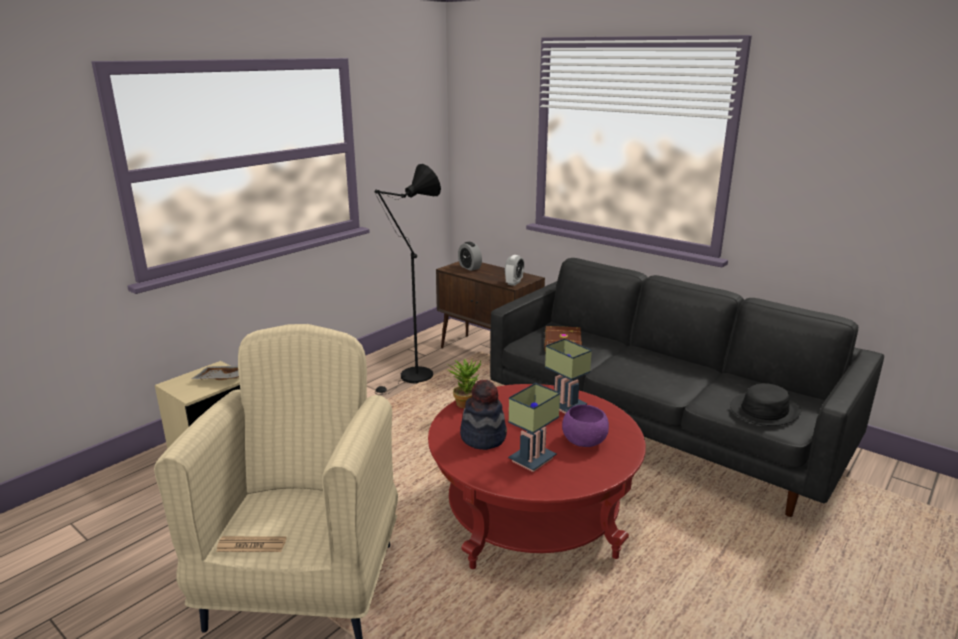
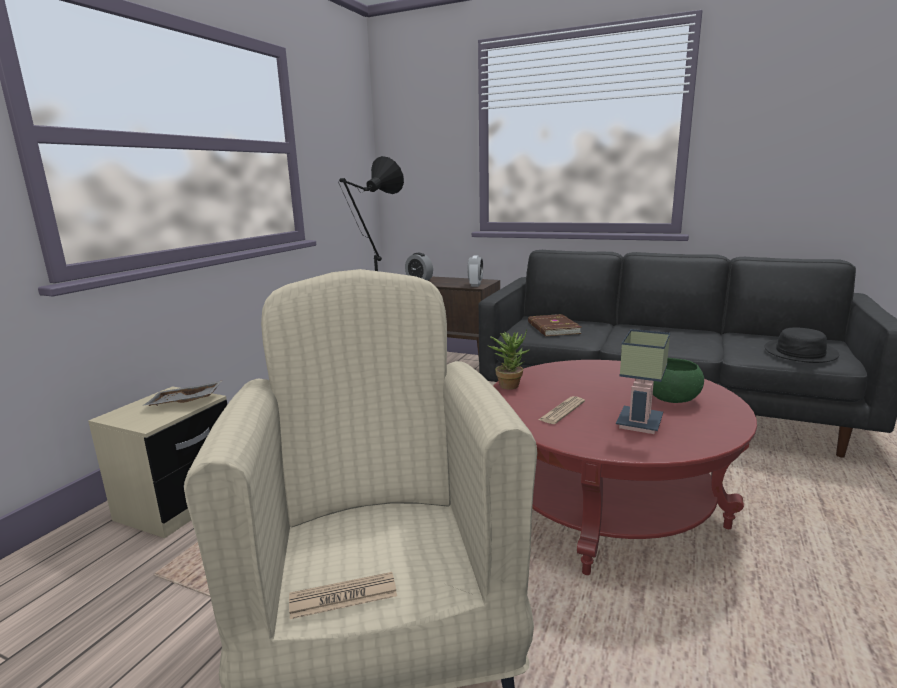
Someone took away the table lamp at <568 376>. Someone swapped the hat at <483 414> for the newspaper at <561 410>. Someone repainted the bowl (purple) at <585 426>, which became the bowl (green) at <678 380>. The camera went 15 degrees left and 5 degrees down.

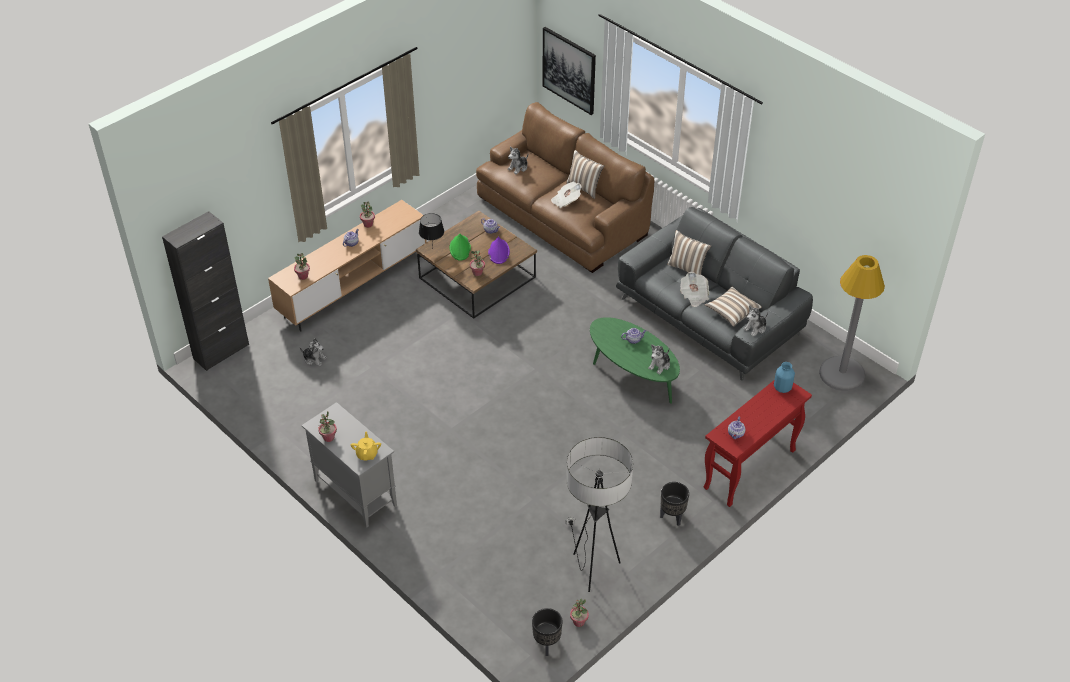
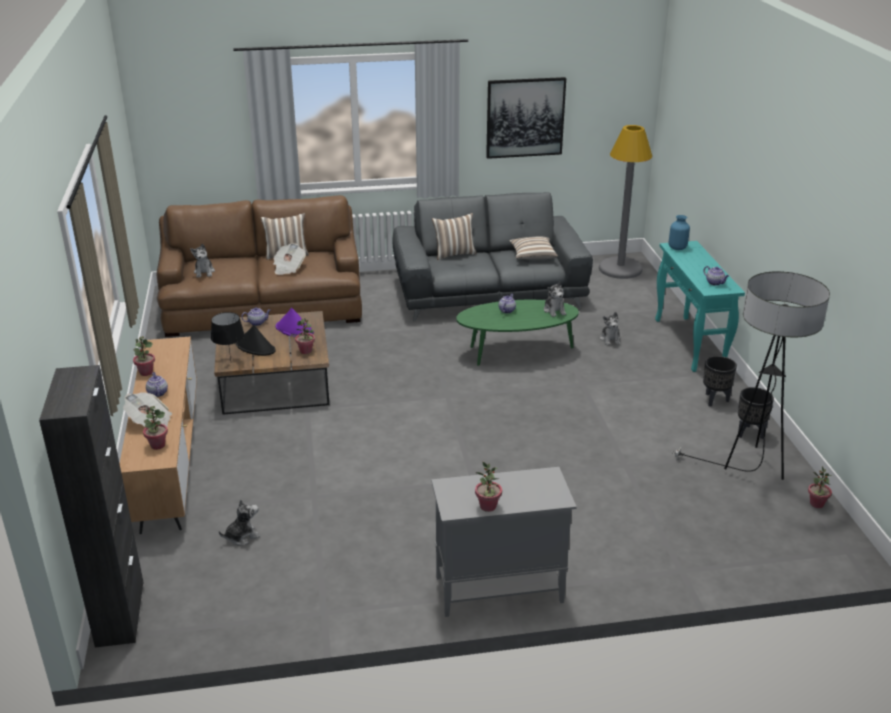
Someone took away the teapot (yellow) at <366 446>. Someone carried the planter (black) from <547 632> to <756 413>. Someone carried the picture from <569 71> to <526 118>. Someone carried the newspaper from <694 289> to <147 409>. Someone carried the plush toy from <756 321> to <610 328>. Someone repainted the hat (green) at <460 247>, which became the hat (black) at <256 340>. Someone repainted the console table (red) at <757 443>, which became the console table (turquoise) at <700 306>. The camera went 55 degrees left and 15 degrees down.

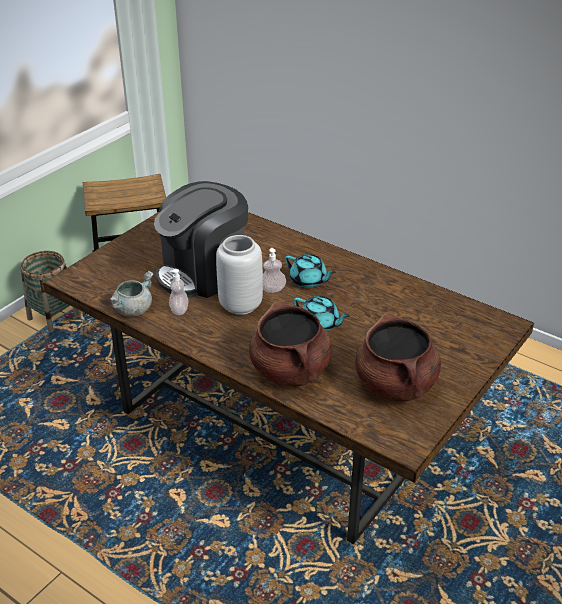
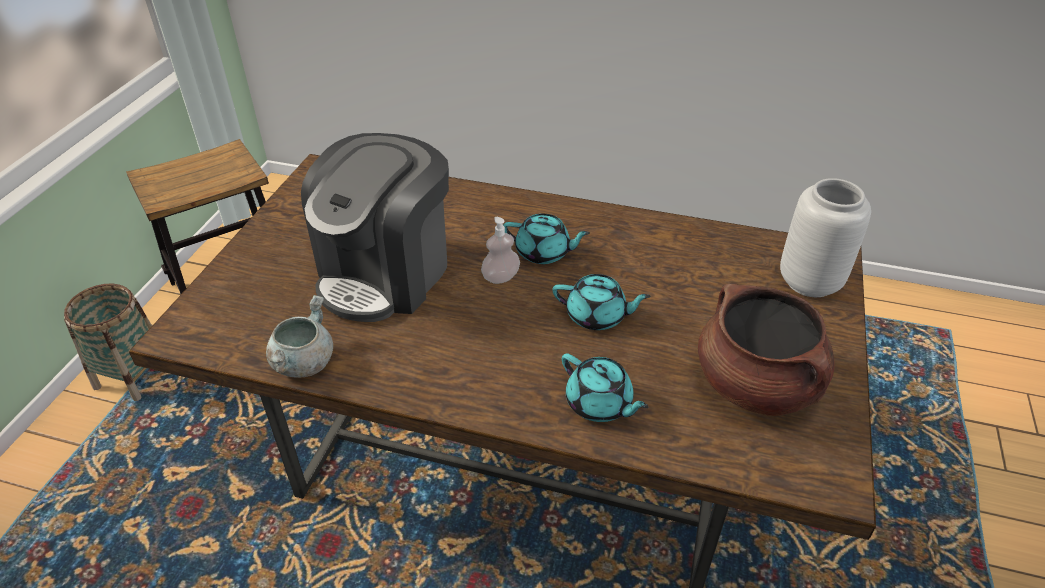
Someone took away the soap dispenser at <179 292>. Someone carried the vase (grey) from <239 275> to <825 237>. Someone swapped the cooking pot (brown) at <290 344> for the teapot (turquoise) at <605 387>. The camera went 20 degrees left and 5 degrees up.

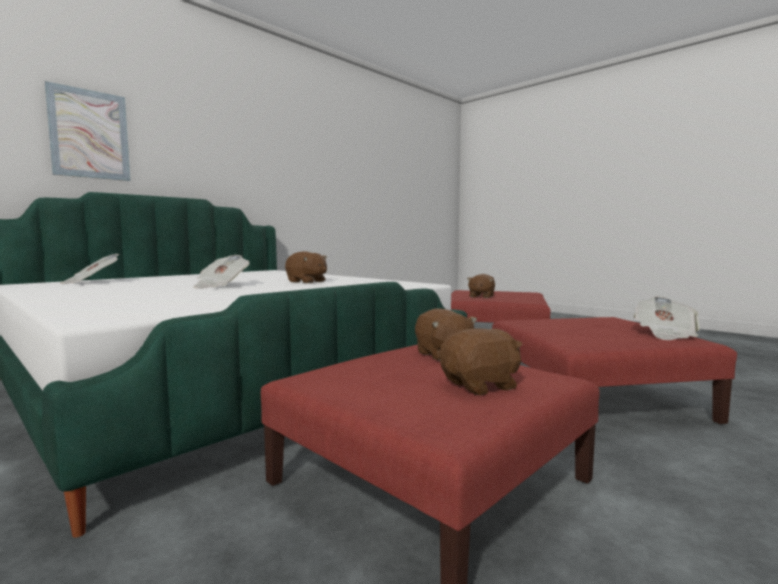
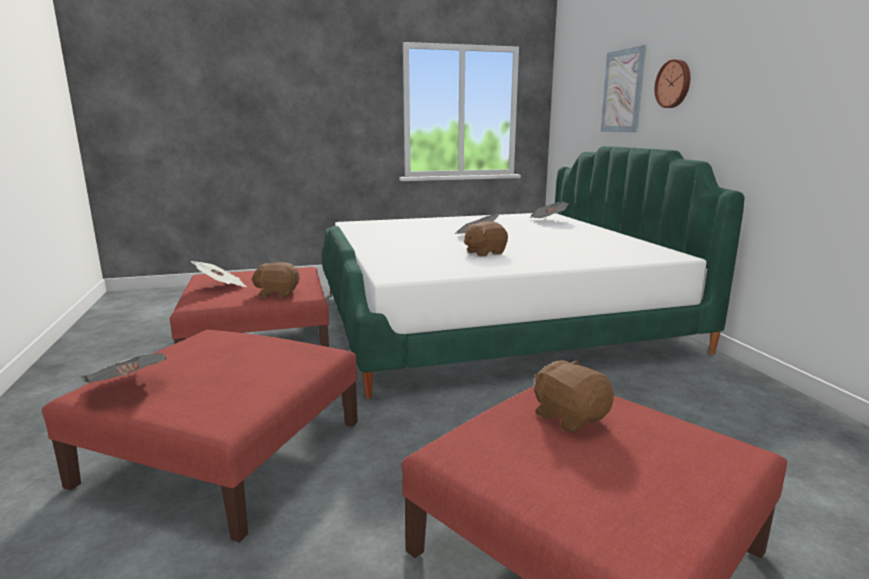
Someone put up the wall clock at <672 83>. Someone swapped the plush toy (brown) at <481 362> for the newspaper at <219 274>. The camera went 120 degrees right and 10 degrees up.

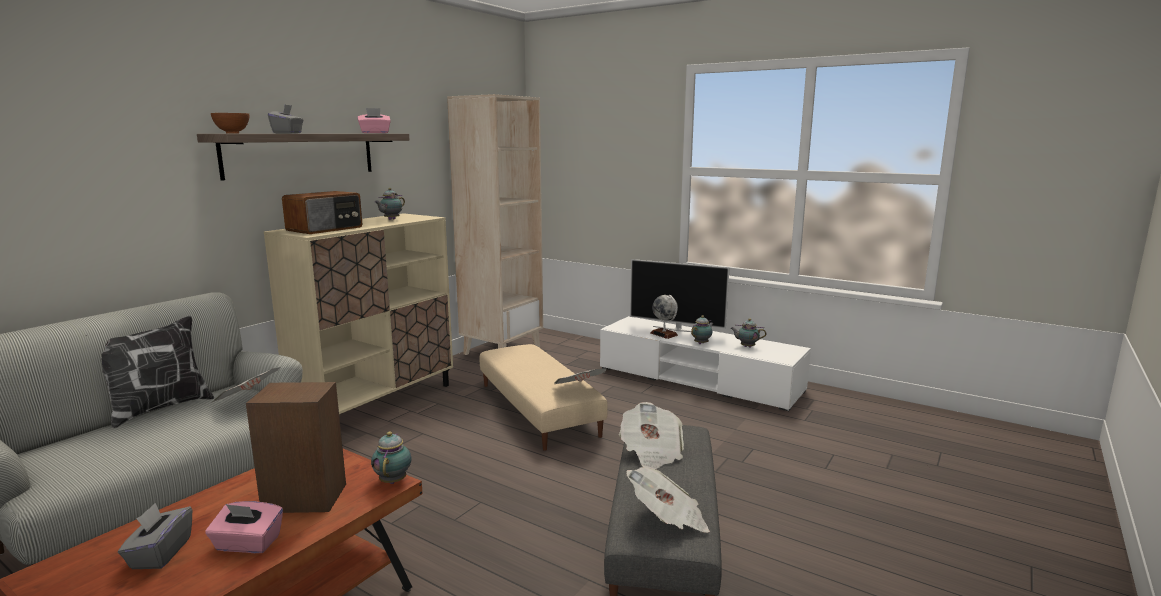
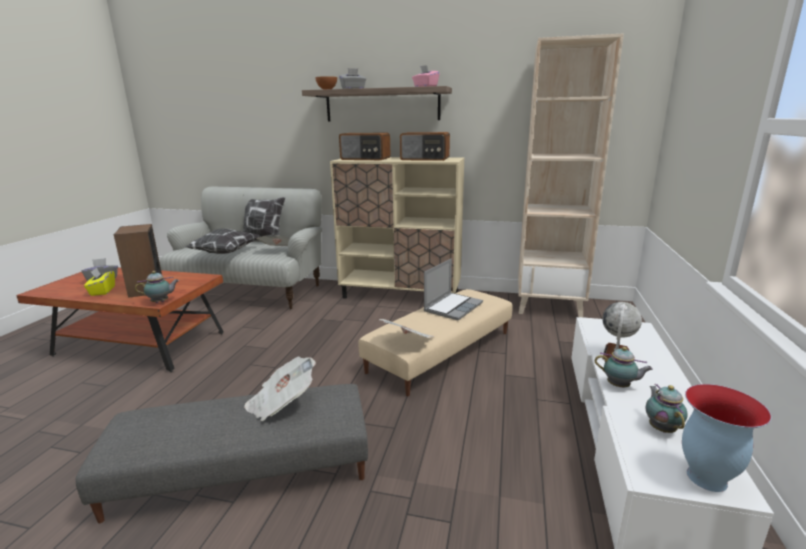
Someone took away the newspaper at <668 500>. Someone took away the television at <680 295>. Someone put down the pillow at <223 241>. Someone put down the laptop at <453 289>. Someone put down the vase at <726 438>. Someone swapped the teapot at <390 204> for the radio at <425 146>. Someone repainted the tissue box (pink) at <244 527>, which became the tissue box (yellow) at <99 282>. The camera went 70 degrees right and 5 degrees up.

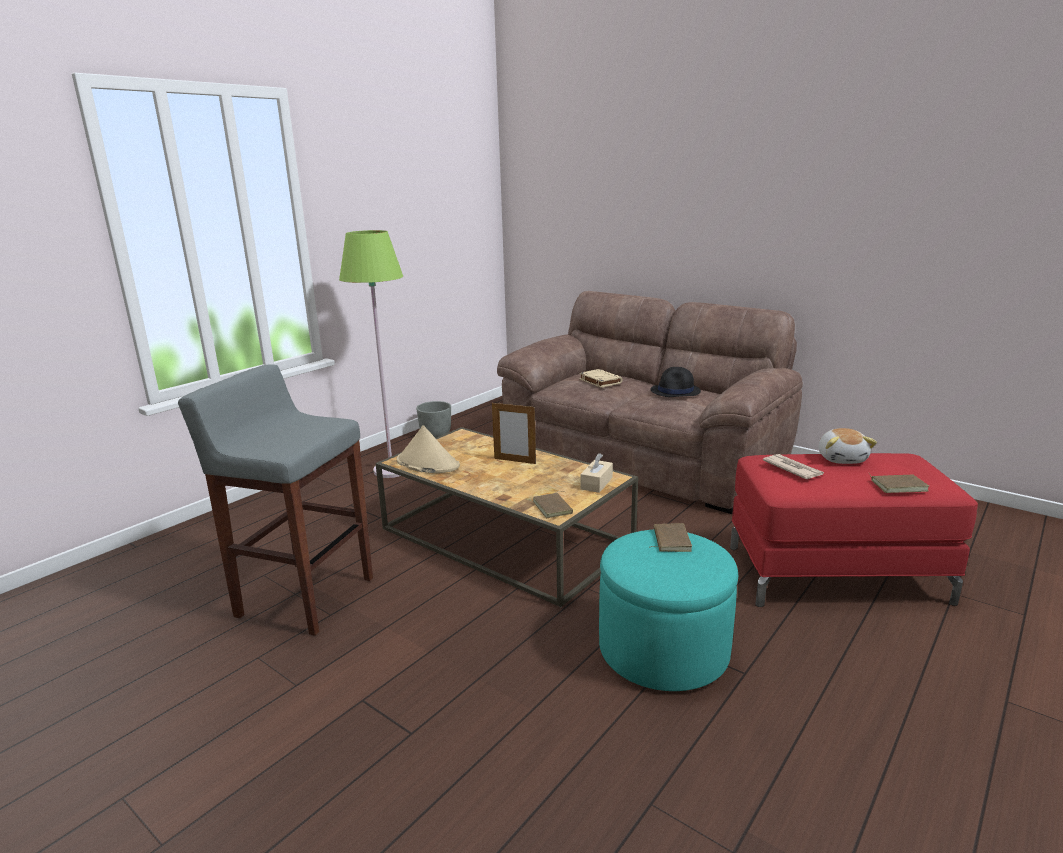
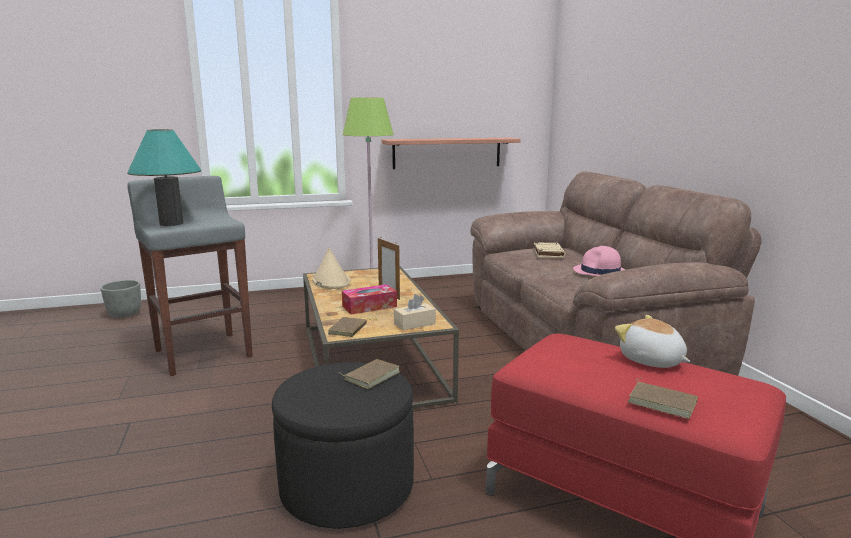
Someone took away the newspaper at <793 466>. Someone put down the table lamp (turquoise) at <164 177>. Someone put down the tissue box at <369 299>. Someone put up the shelf at <451 153>. Someone carried the planter (grey) from <433 419> to <120 299>. Someone repainted the ottoman (turquoise) at <668 610>, which became the ottoman (black) at <343 445>. Someone repainted the hat (black) at <676 382>, which became the hat (pink) at <599 261>. Someone rotated the plush toy at <848 446> by 105 degrees clockwise. The camera went 35 degrees right and 5 degrees down.

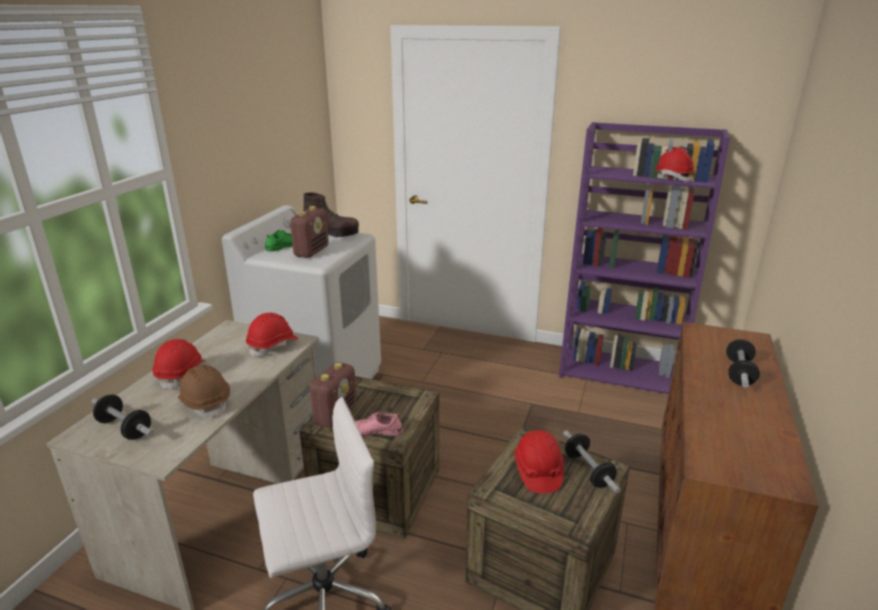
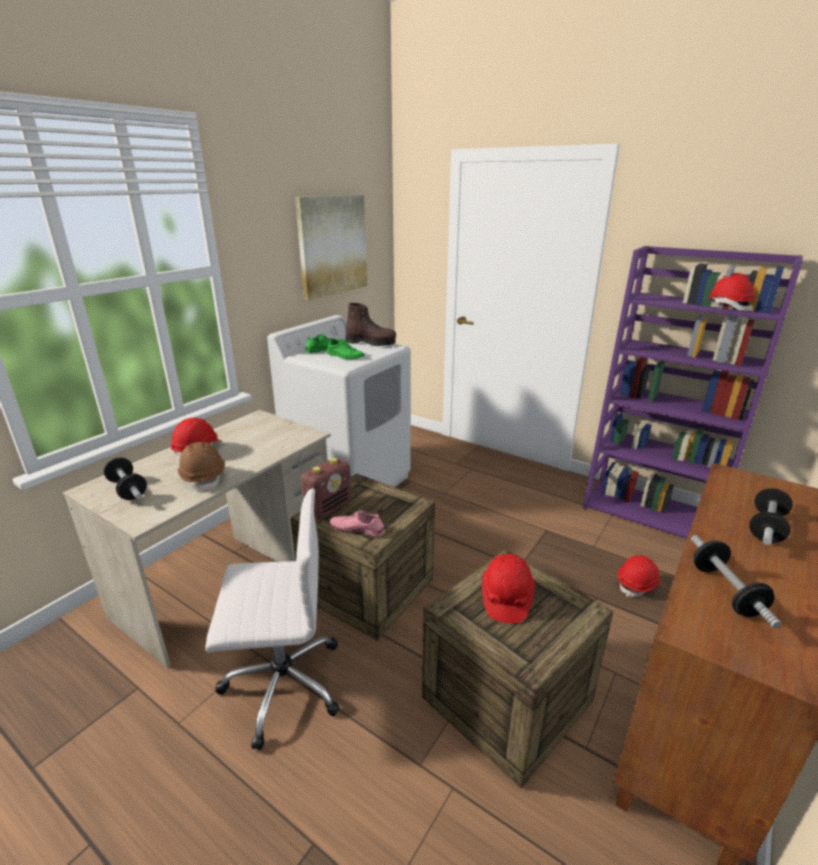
Someone put up the picture at <331 248>. Someone carried the hard hat (red) from <272 335> to <639 576>. Someone carried the dumbbell from <592 462> to <736 582>. Someone swapped the radio at <309 232> for the shoe (green) at <345 348>. The camera went 15 degrees right and 0 degrees up.

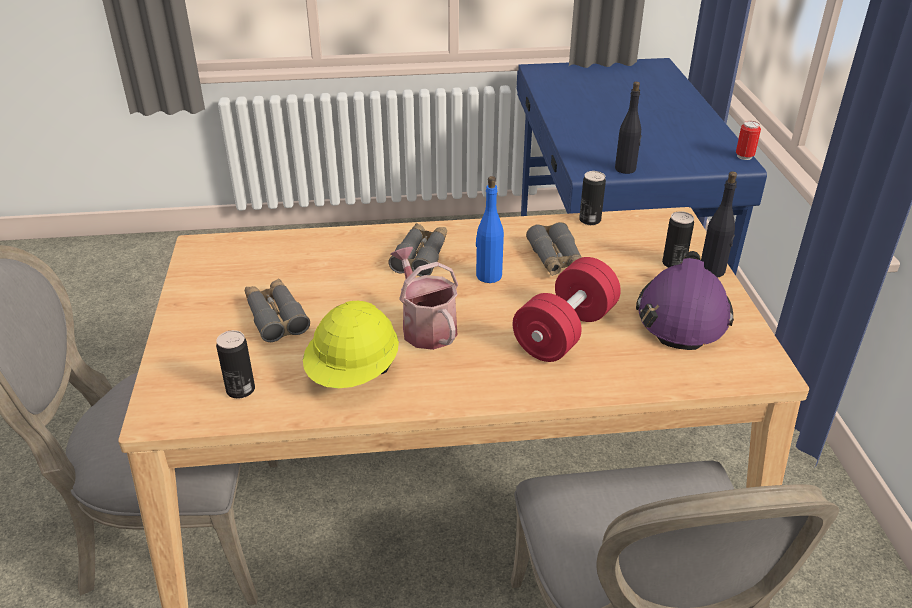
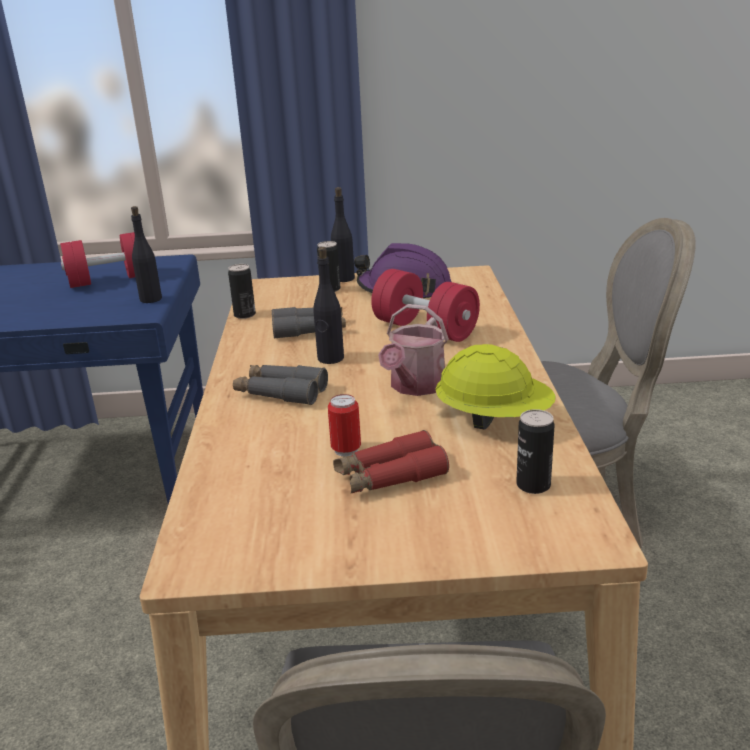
Someone put down the dumbbell (red) at <97 260>. Someone carried the can from <748 140> to <344 425>. Someone repainted the binoculars (grey) at <277 310>, which became the binoculars (red) at <391 461>. Someone repainted the bottle (blue) at <490 229>, which became the bottle (black) at <328 305>. Someone rotated the watering can at <424 298> by 45 degrees counterclockwise. The camera went 85 degrees left and 10 degrees down.

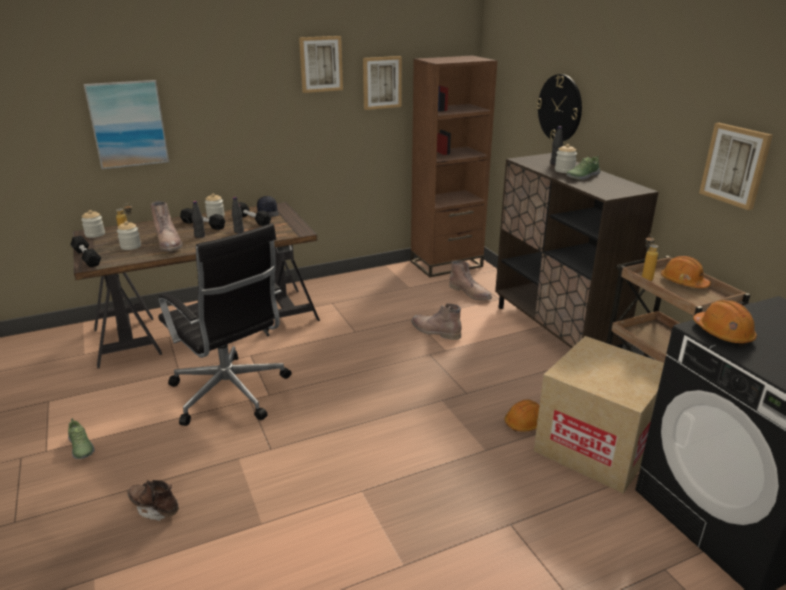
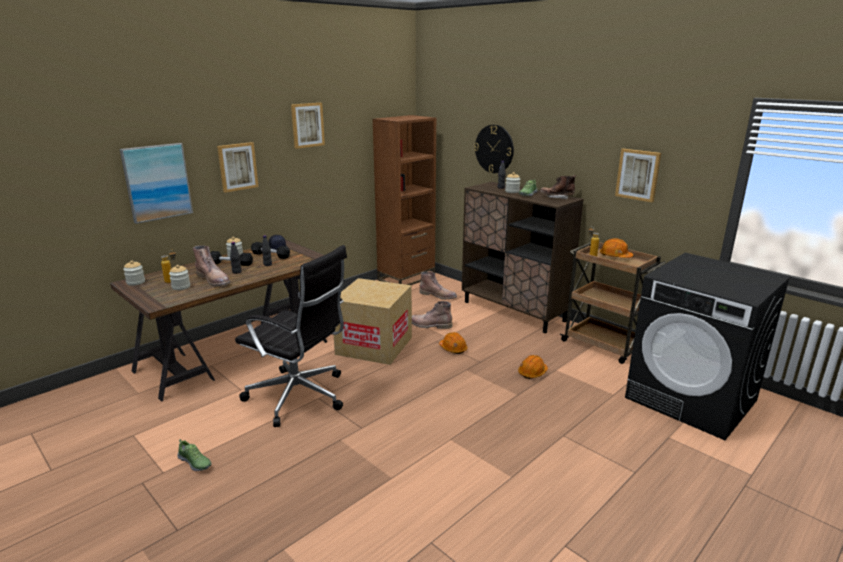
Someone took away the dumbbell (black) at <86 251>. Someone carried the boot (brown) from <153 500> to <558 187>. Someone carried the picture from <382 83> to <238 167>. Someone carried the cardboard box from <599 415> to <373 321>. Someone carried the hard hat (orange) from <725 322> to <453 343>. The camera went 20 degrees left and 5 degrees down.

